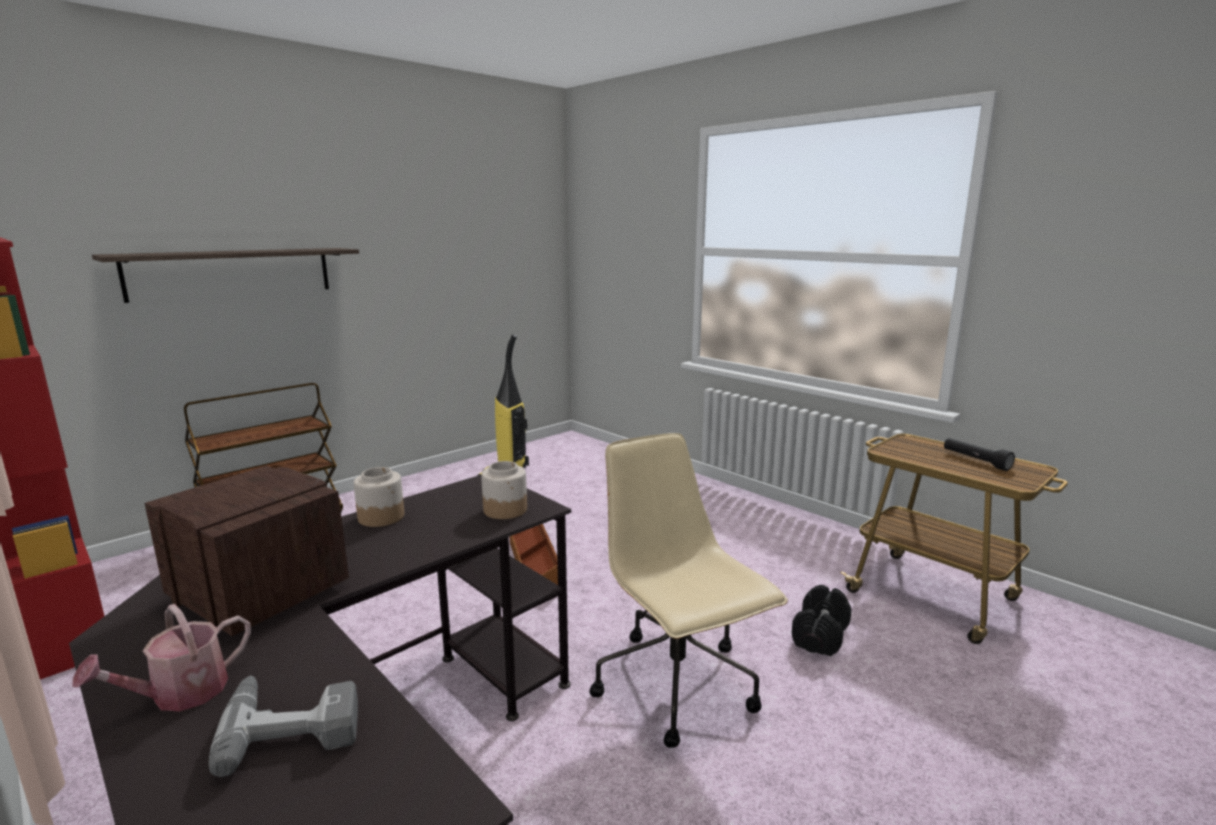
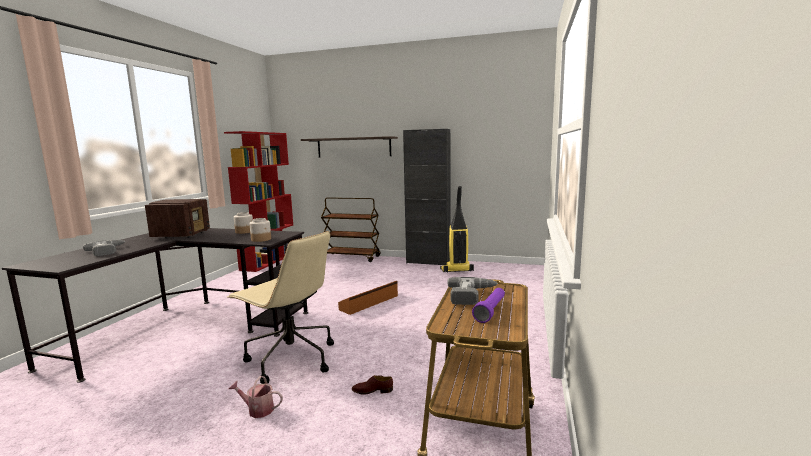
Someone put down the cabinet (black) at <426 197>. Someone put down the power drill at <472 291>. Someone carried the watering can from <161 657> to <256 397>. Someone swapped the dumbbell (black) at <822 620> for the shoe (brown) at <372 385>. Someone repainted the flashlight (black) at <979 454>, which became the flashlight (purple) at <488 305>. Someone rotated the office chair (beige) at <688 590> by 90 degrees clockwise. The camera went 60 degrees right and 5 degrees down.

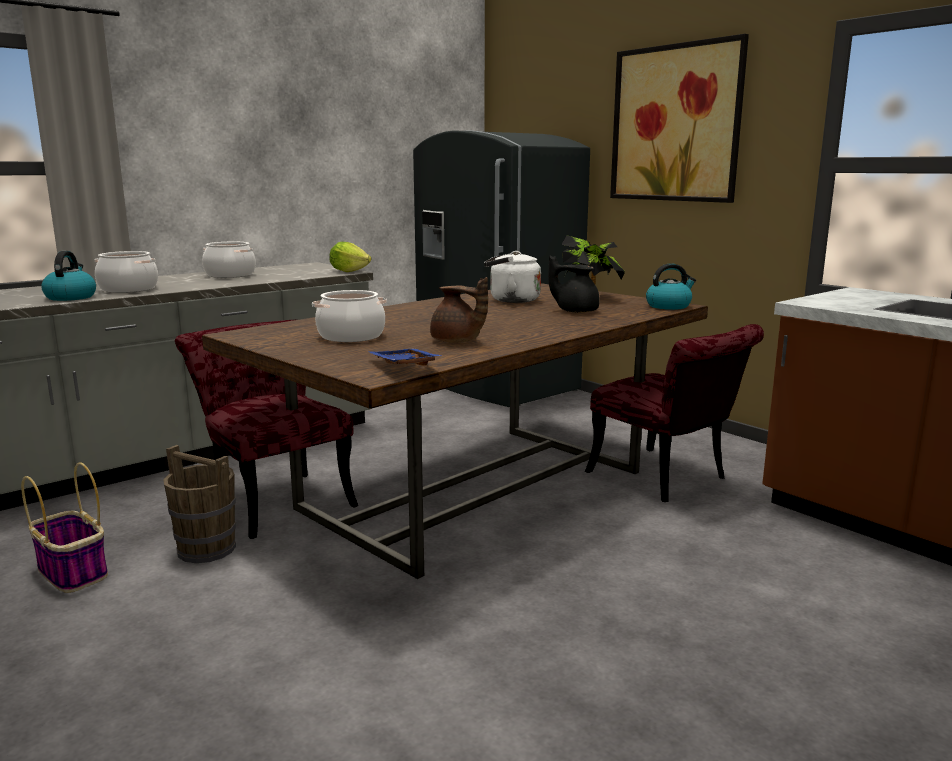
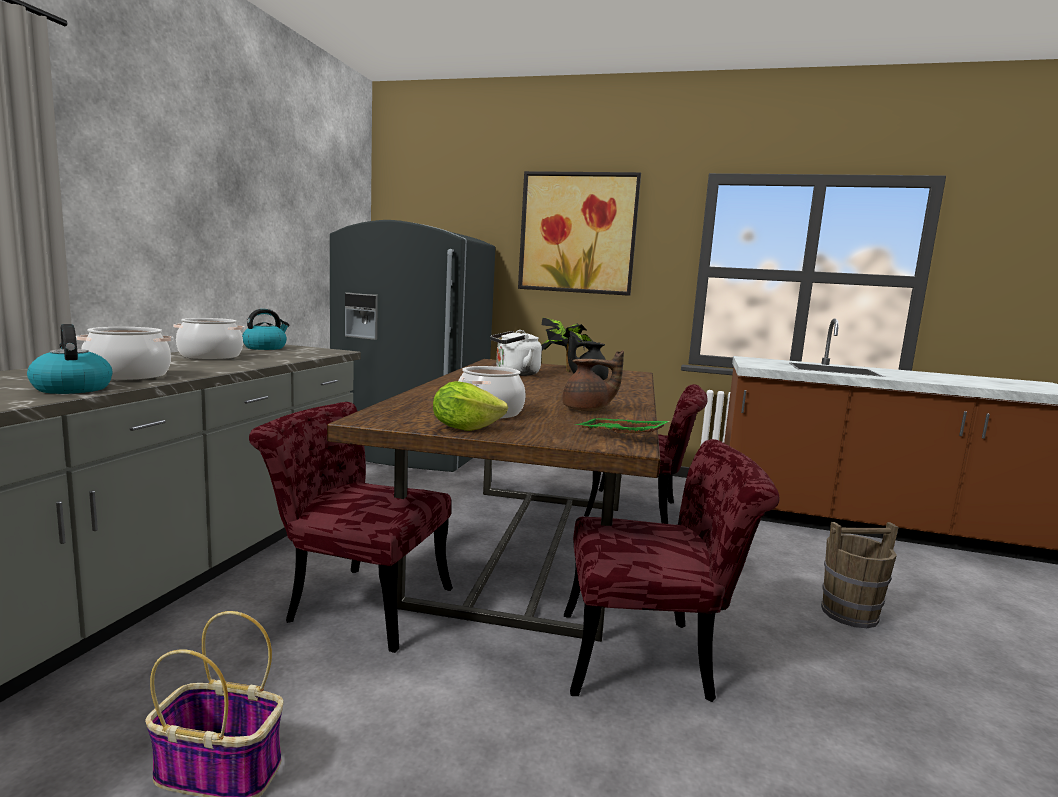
Someone put down the chair (red) at <671 570>. Someone carried the bucket (brown) from <199 504> to <860 575>. Someone carried the lettuce from <350 257> to <470 406>. Someone carried the kettle from <671 286> to <265 329>. Someone repainted the tray (blue) at <406 357>, which became the tray (green) at <622 425>. The camera went 35 degrees left and 5 degrees down.

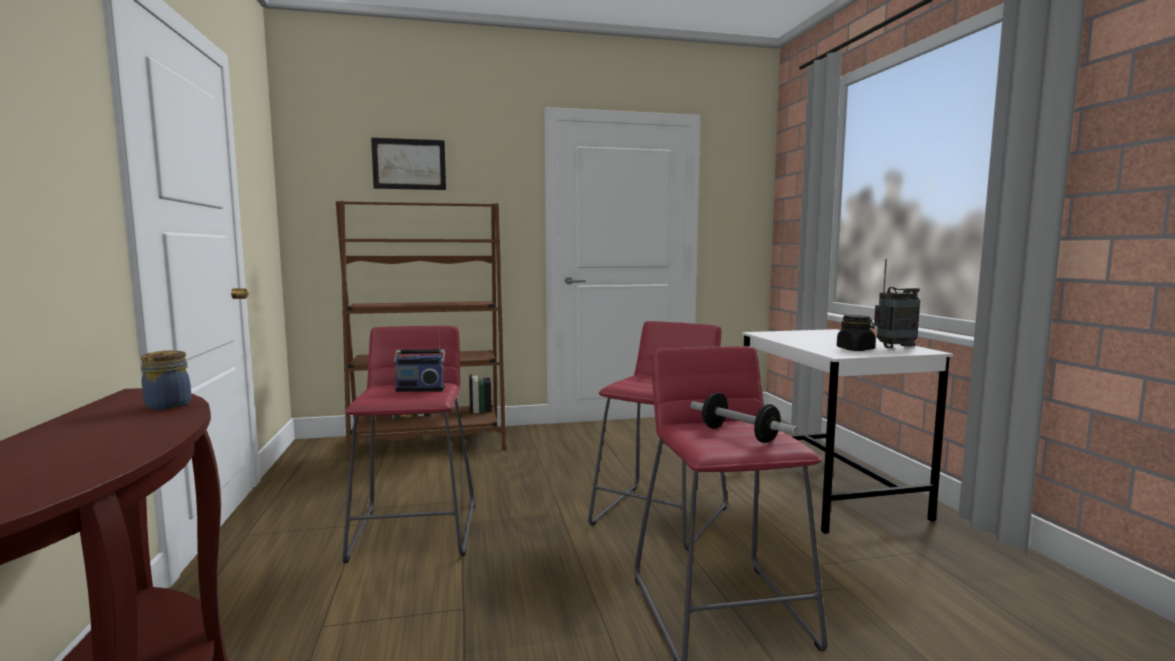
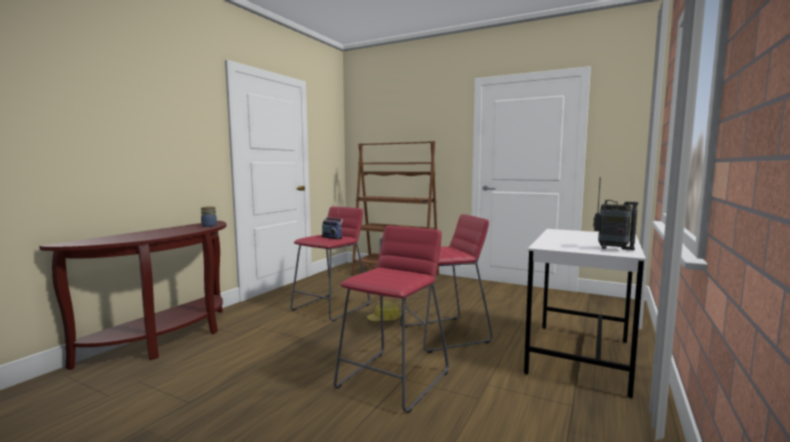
Someone took away the picture at <408 164>. Someone took away the dumbbell at <744 418>. Someone took away the jar (black) at <856 333>. Someone put down the hard hat at <384 311>. The camera went 40 degrees right and 0 degrees up.

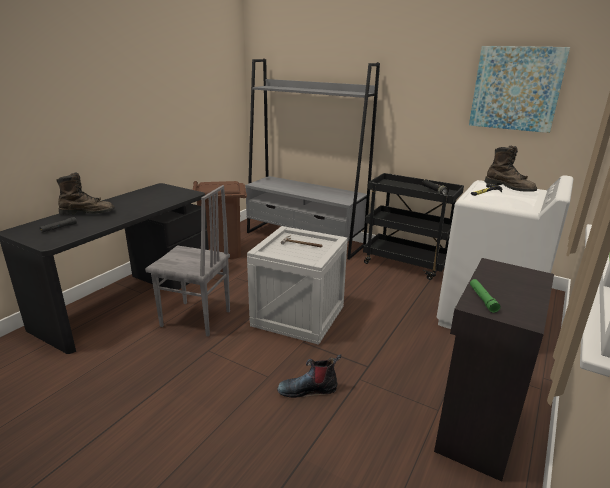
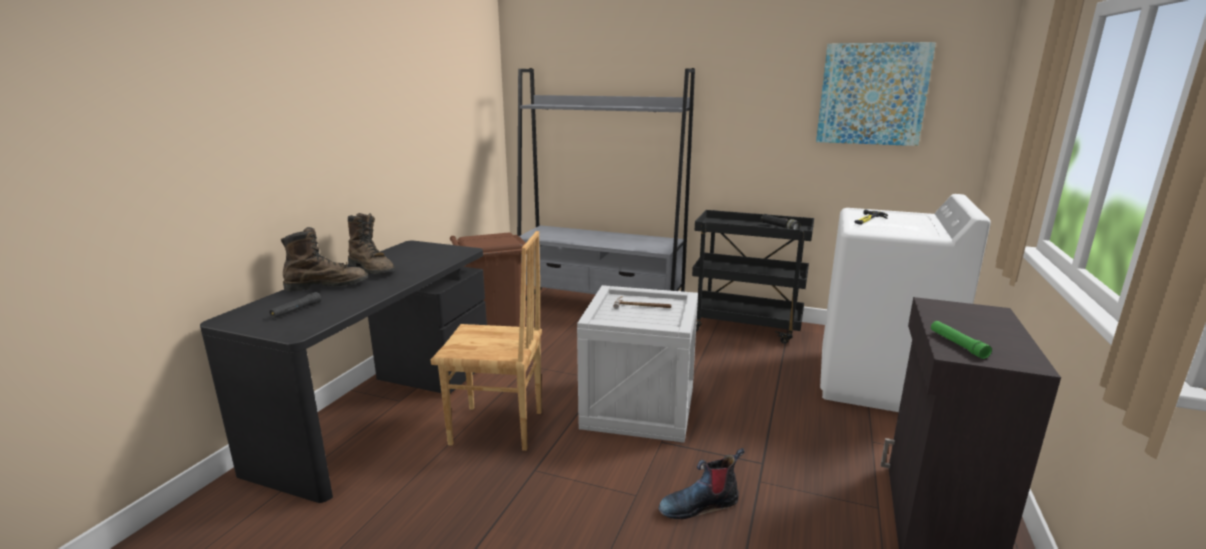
Someone carried the boot (brown) from <510 169> to <371 243>. Someone repainted the chair (grey) at <187 261>, which became the chair (brown) at <486 341>. The camera went 10 degrees left and 5 degrees down.

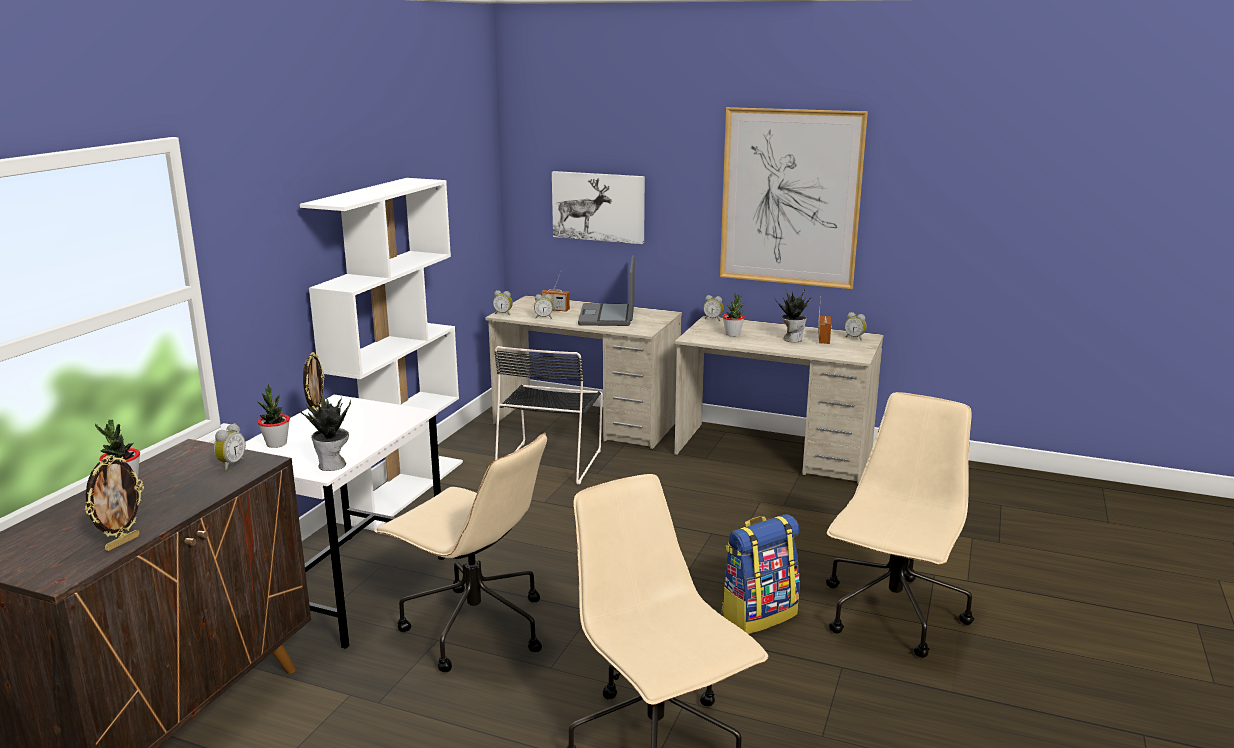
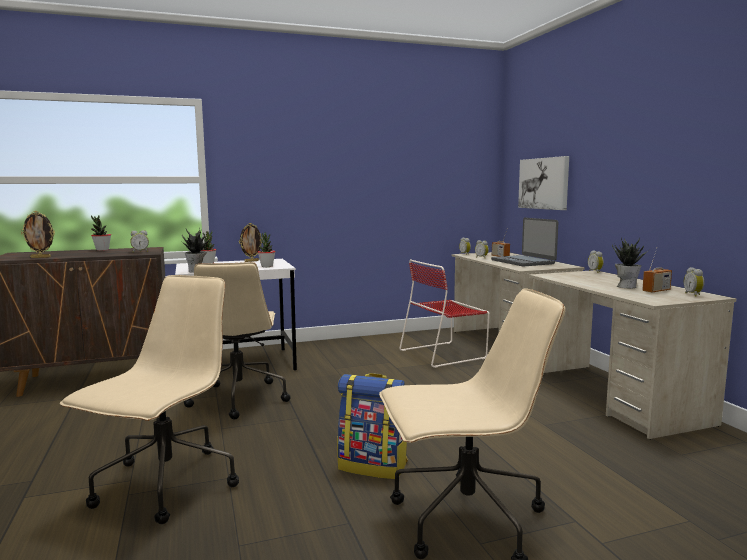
Someone took away the bookcase (white) at <381 354>. Someone took away the picture at <794 198>. Someone carried the potted plant from <733 315> to <267 250>. Someone repainted the chair (black) at <548 415>, which became the chair (red) at <444 313>. Someone rotated the laptop at <606 290> by 75 degrees counterclockwise. The camera went 50 degrees right and 10 degrees down.

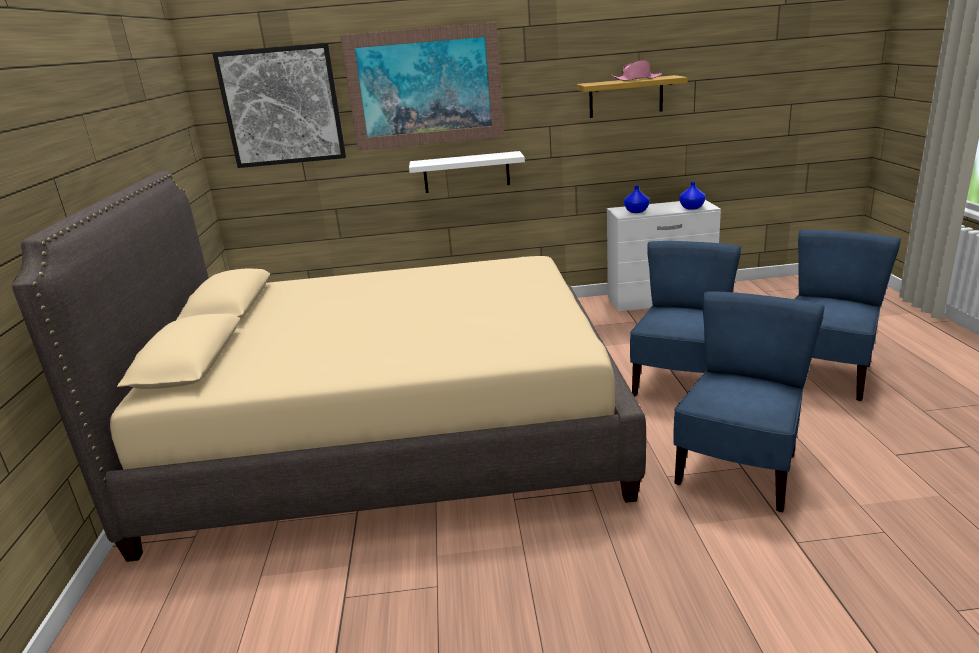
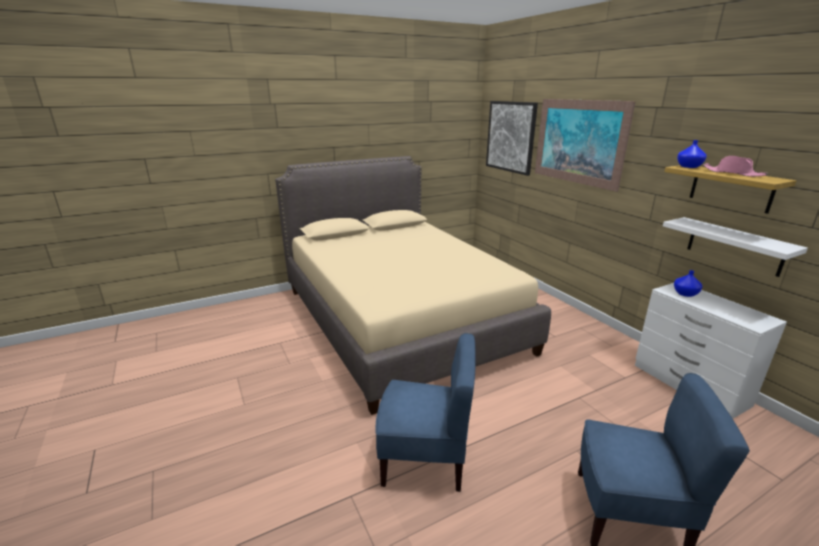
Someone took away the chair (blue) at <685 318>. Someone carried the shelf (white) from <467 172> to <735 247>. Someone carried the vase (blue) from <692 195> to <692 154>. The camera went 65 degrees right and 0 degrees up.

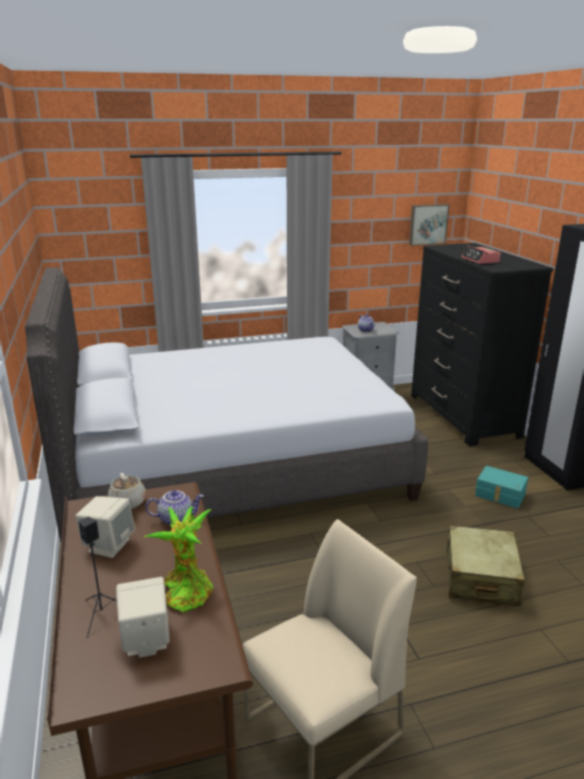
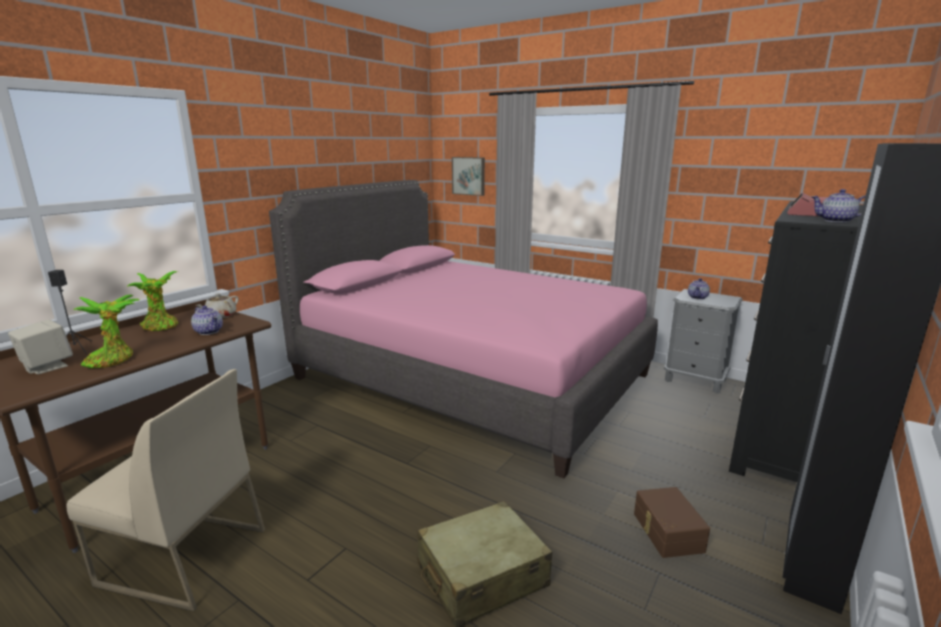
Someone put down the teapot at <838 206>. Someone carried the picture from <429 225> to <468 176>. Someone swapped the speaker (beige) at <105 527> for the potted plant at <153 301>. Someone repainted the bed (grey) at <226 405>, which became the bed (pink) at <463 329>. Someone repainted the storage box (turquoise) at <501 487>, which became the storage box (brown) at <672 522>. The camera went 50 degrees right and 5 degrees down.

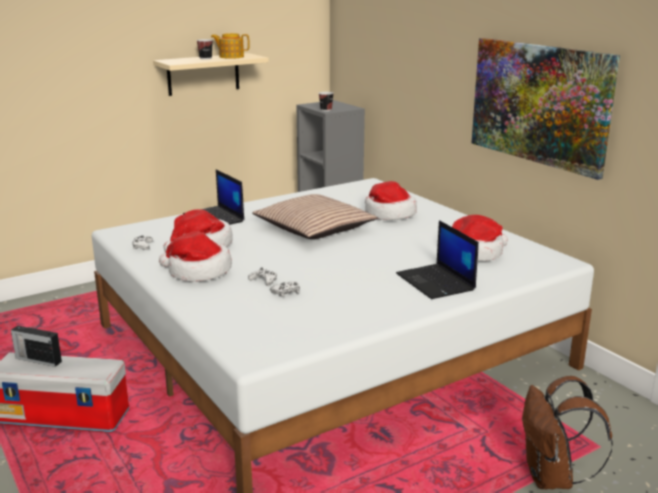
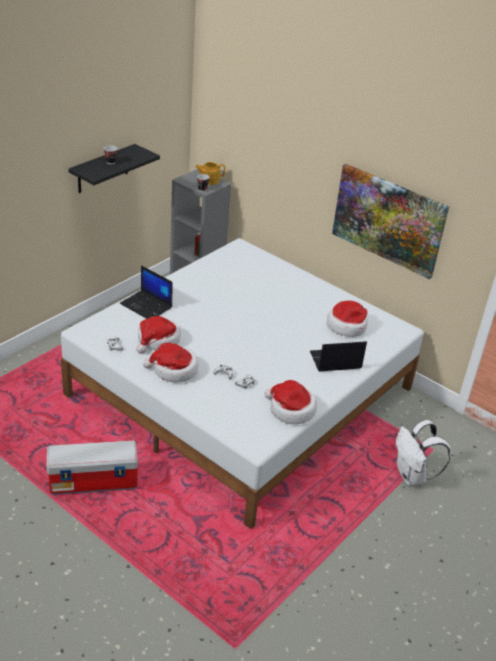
Someone took away the radio at <36 346>. Someone took away the pillow at <314 216>. Someone carried the teapot from <230 46> to <210 173>. Someone carried the hat from <391 200> to <291 402>. Someone repainted the shelf (beige) at <211 74>, which became the shelf (black) at <114 168>. Someone repainted the backpack (brown) at <567 432>, which became the backpack (white) at <423 452>. Someone rotated the laptop at <437 259> by 120 degrees clockwise. The camera went 20 degrees left and 15 degrees up.

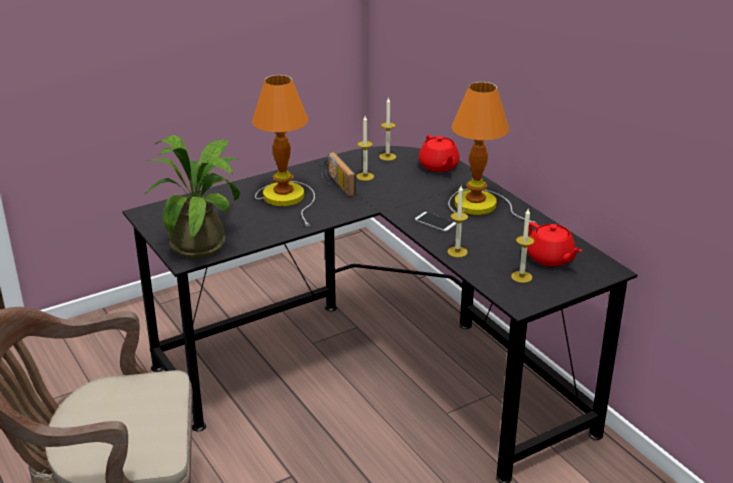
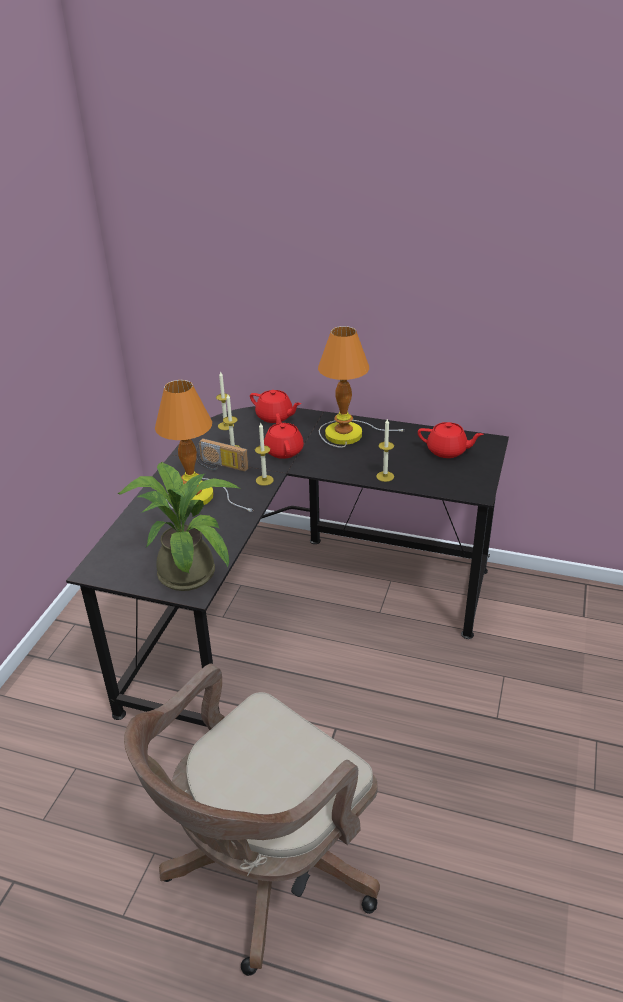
Someone took away the phone at <435 221>. Someone put down the teapot (red) at <284 436>. Someone carried the candle from <522 246> to <264 454>. The camera went 40 degrees left and 5 degrees up.

